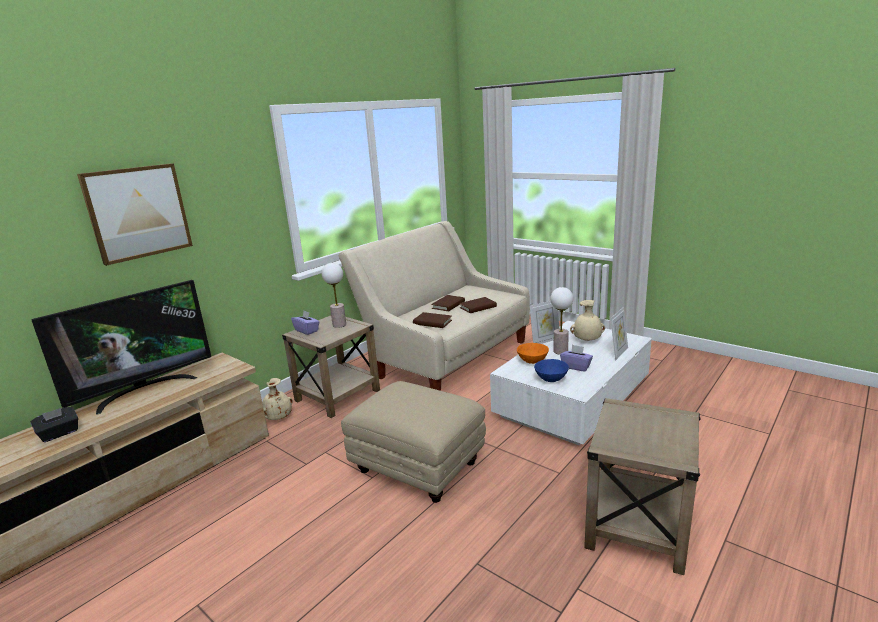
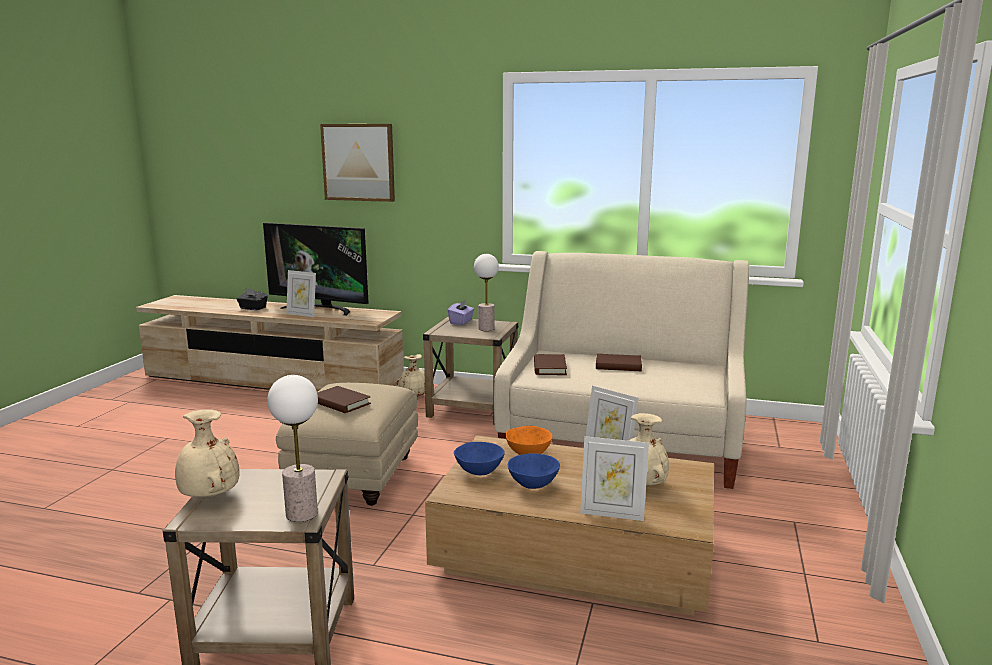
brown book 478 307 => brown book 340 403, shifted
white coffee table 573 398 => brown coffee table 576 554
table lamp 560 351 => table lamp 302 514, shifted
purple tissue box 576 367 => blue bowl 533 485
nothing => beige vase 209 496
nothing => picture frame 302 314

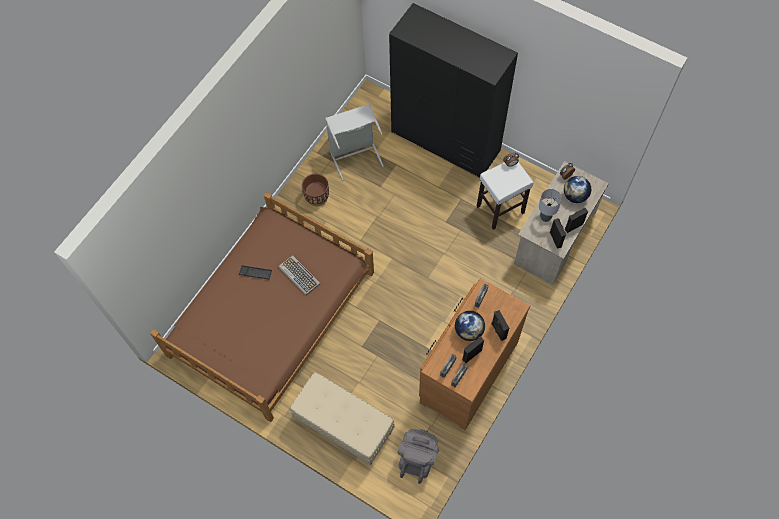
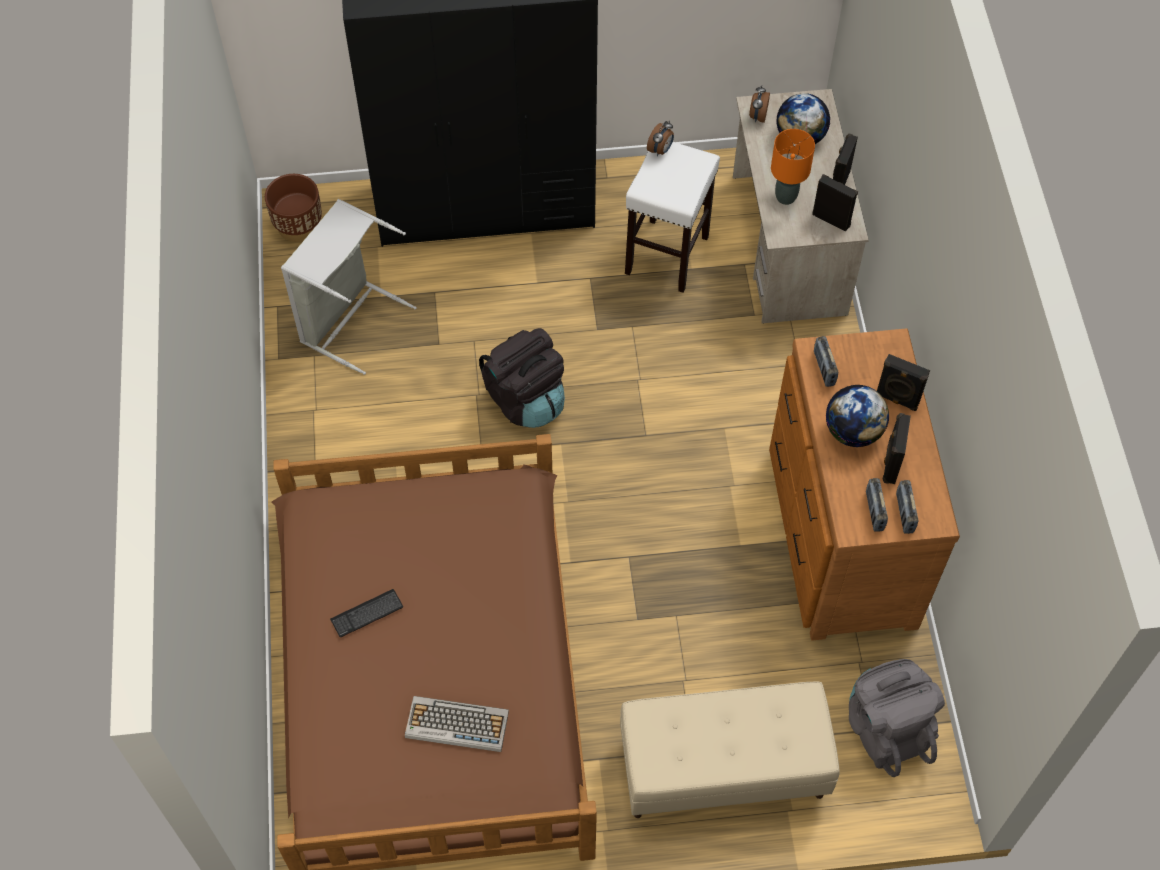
keyboard 298 275 => keyboard 456 725, shifted
brown planter 317 197 => brown planter 298 225, shifted
grey table lamp 545 217 => orange table lamp 785 197
nothing => black backpack 525 399

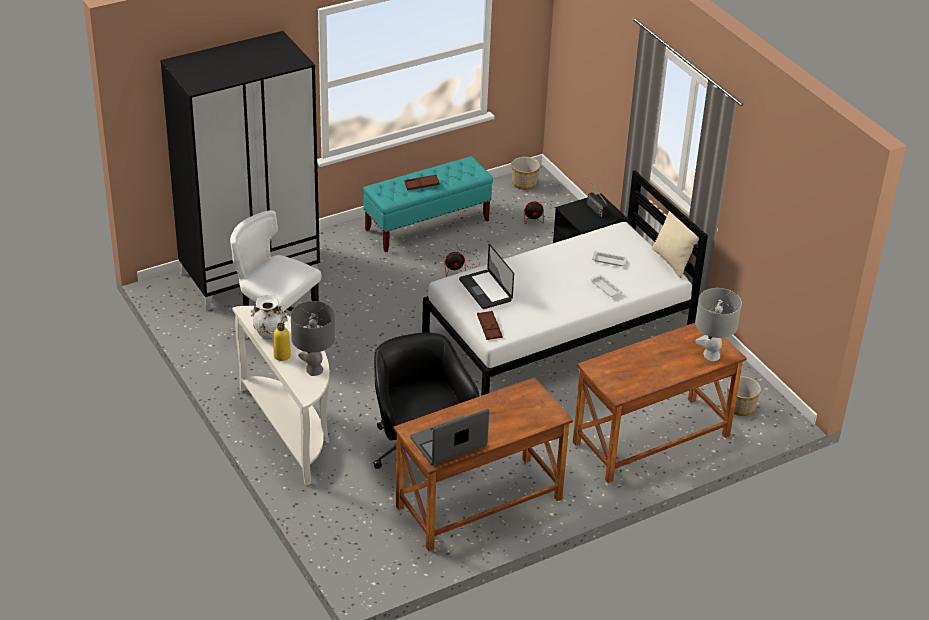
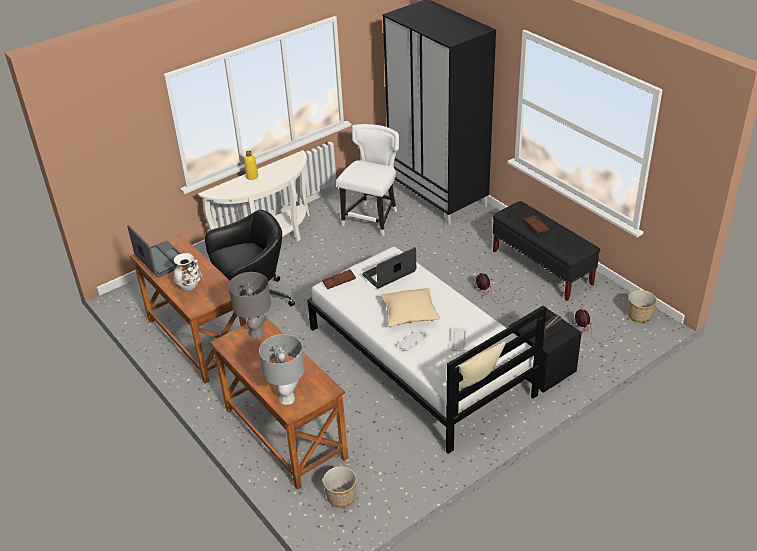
white vase 269 334 => white vase 190 286, shifted
grey table lamp 314 370 => grey table lamp 256 332, shifted
turquoise bench 427 225 => black bench 542 268
nothing => beige pillow 409 313

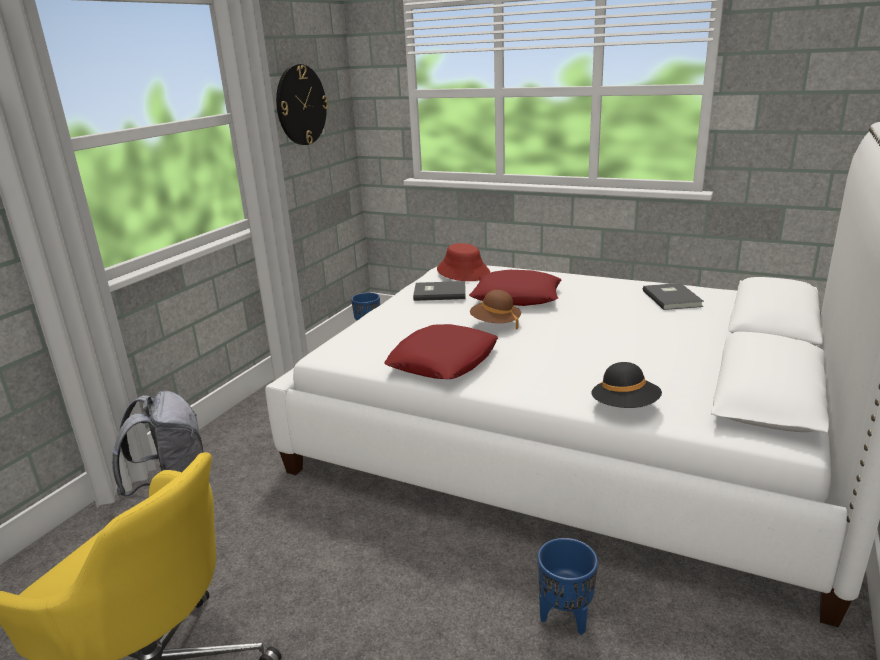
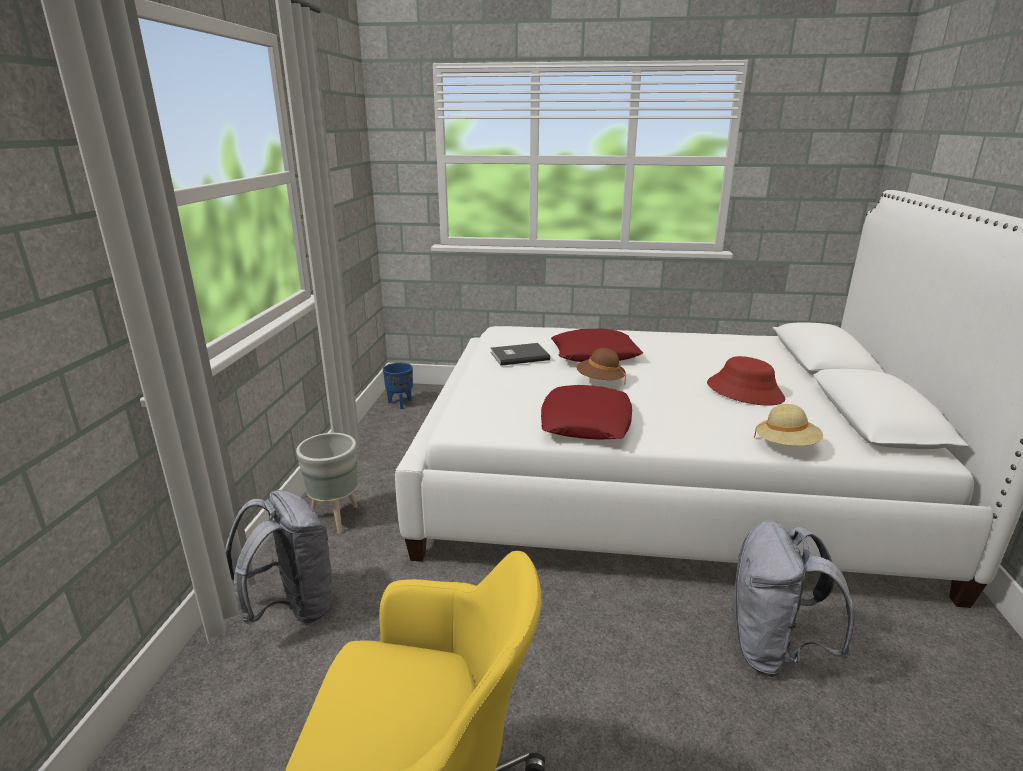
wall clock 301 105 => nothing
red hat 463 272 => red hat 745 391, shifted
blue planter 565 618 => grey backpack 773 650
black hat 625 407 => beige hat 786 445
grey book 673 298 => nothing
nothing => grey planter 336 518

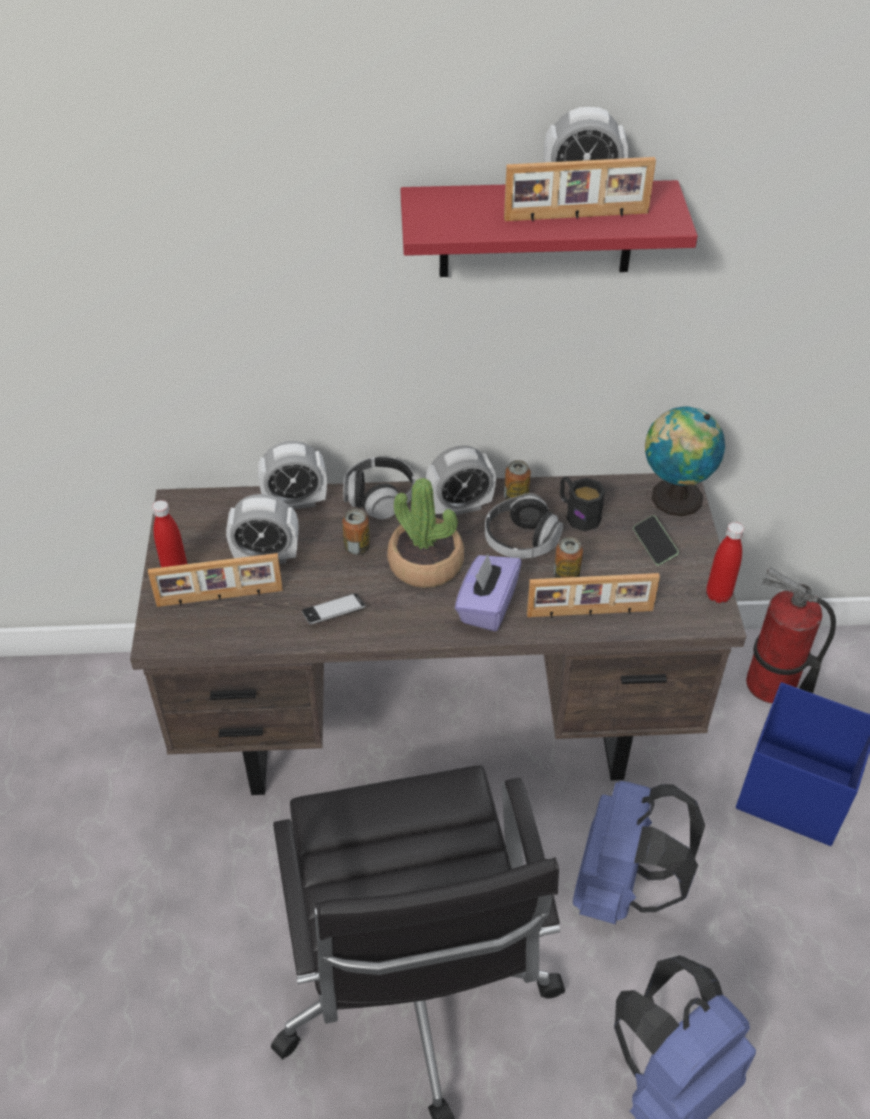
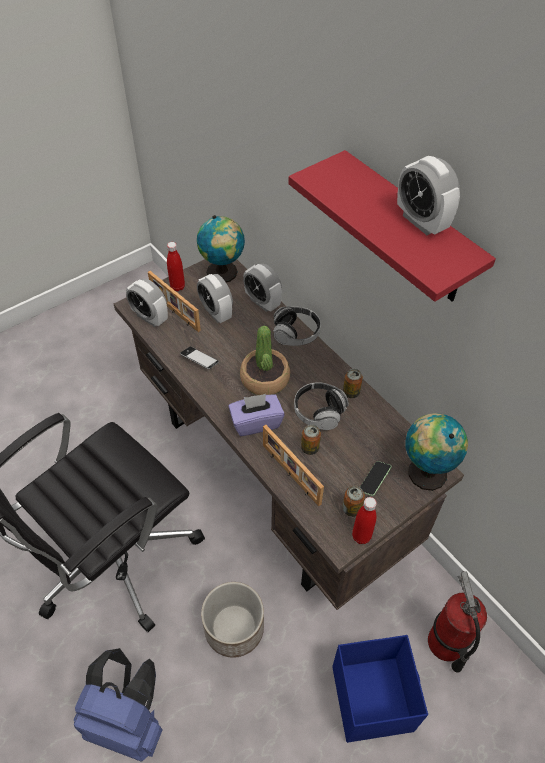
can 357 547 => can 351 509, shifted
alarm clock 460 507 => alarm clock 150 317, shifted
picture frame 576 217 => nothing
black mug 577 514 => nothing
blue backpack 622 887 => planter 234 629
nothing => globe 223 273

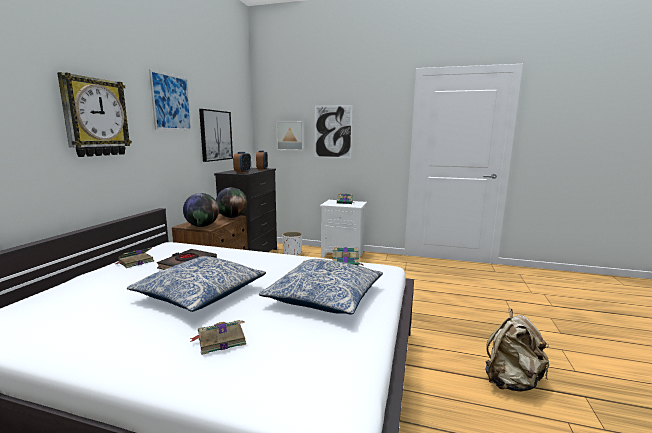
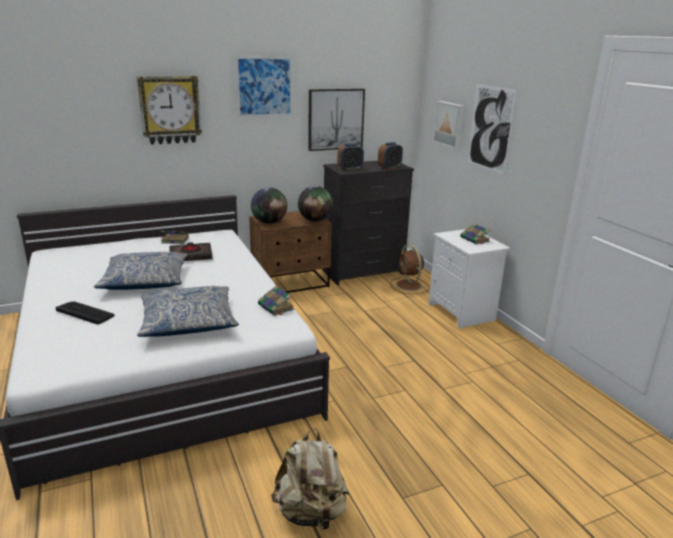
book 220 340 => keyboard 85 313
white planter 292 253 => brown fan 409 286

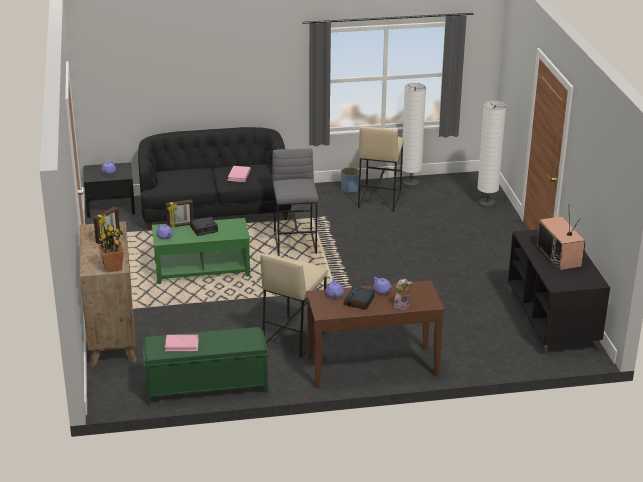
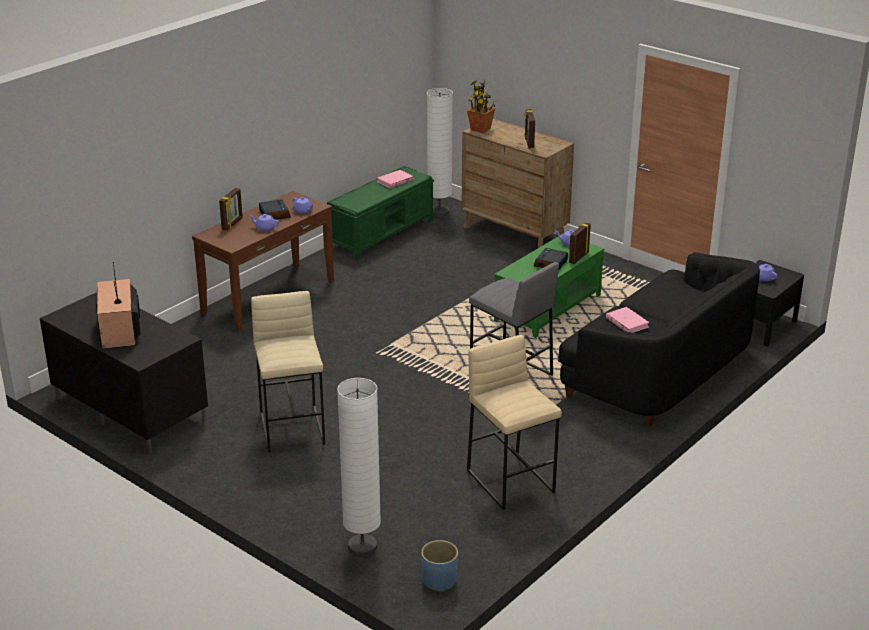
beige stool 293 337 => beige stool 293 428, shifted
blue planter 350 189 => blue planter 439 580, shifted
plush toy 401 305 => picture frame 232 224
white floor lamp 410 184 => white floor lamp 439 212, shifted
television 560 256 => television 120 330, 135 degrees counterclockwise

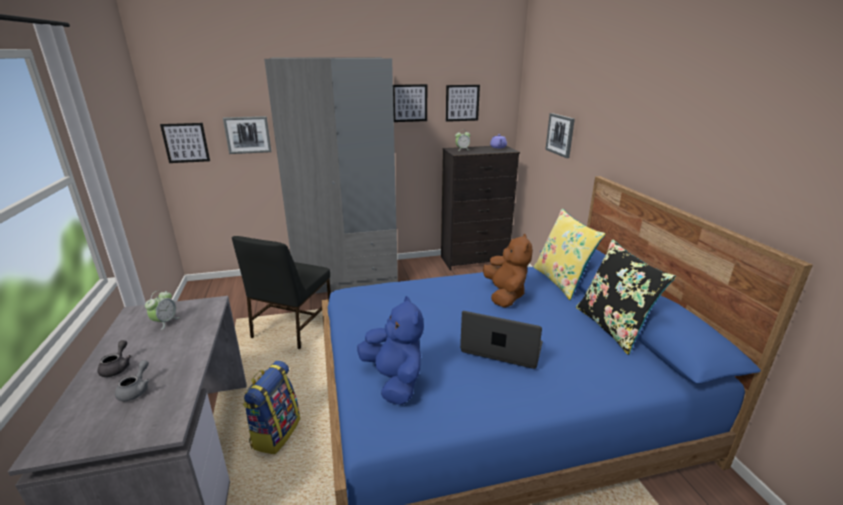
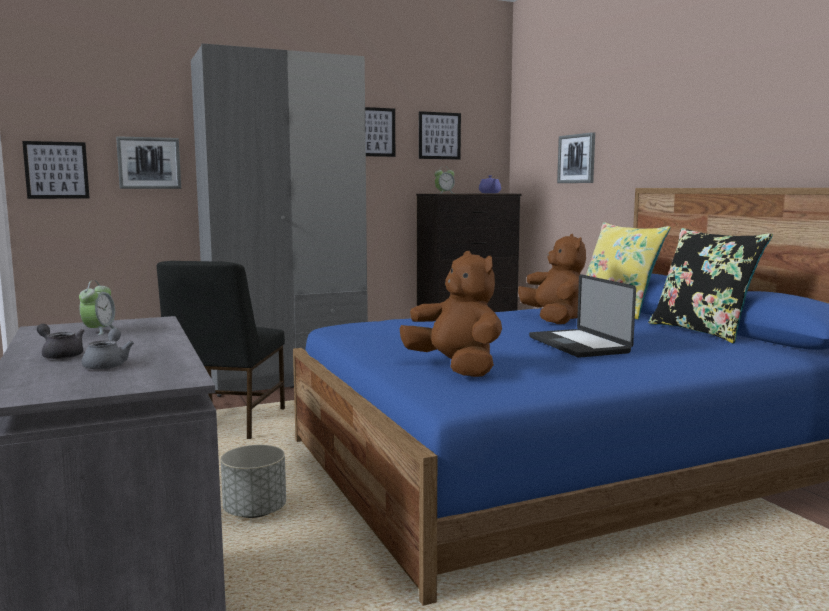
grey teapot 117 367 => grey teapot 60 355, 45 degrees counterclockwise
backpack 275 433 => grey planter 254 511
blue plush toy 394 380 => brown plush toy 456 368
laptop 501 348 => laptop 578 345, 120 degrees counterclockwise

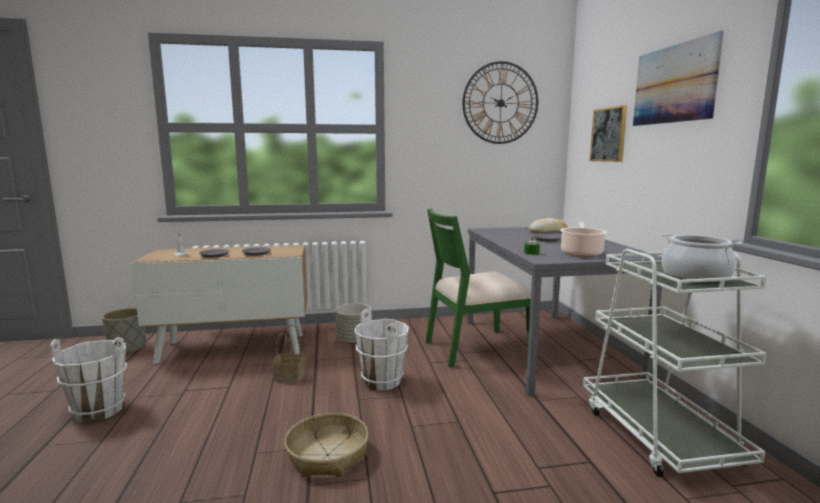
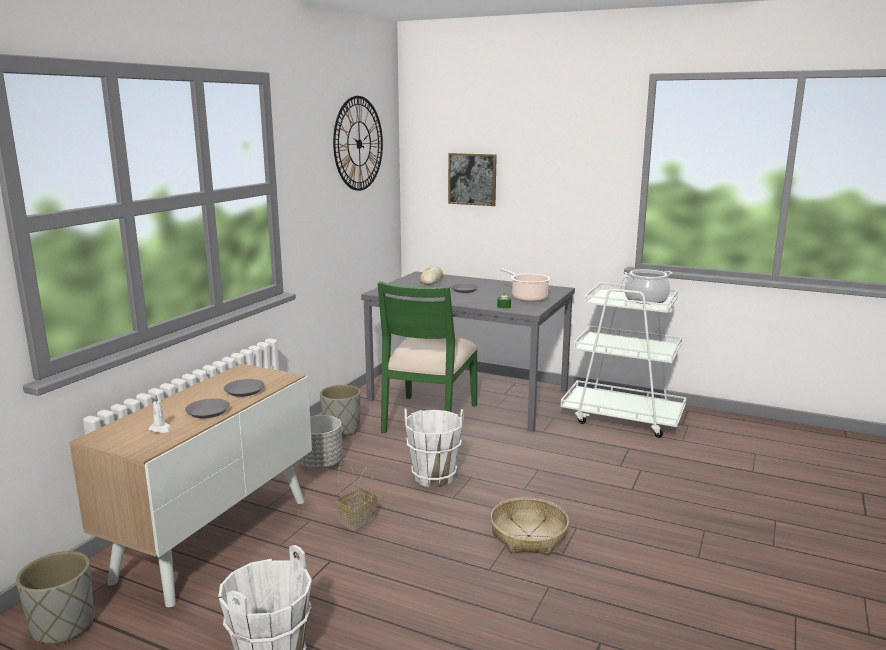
picture 673 84 => nothing
nothing => grey planter 342 429

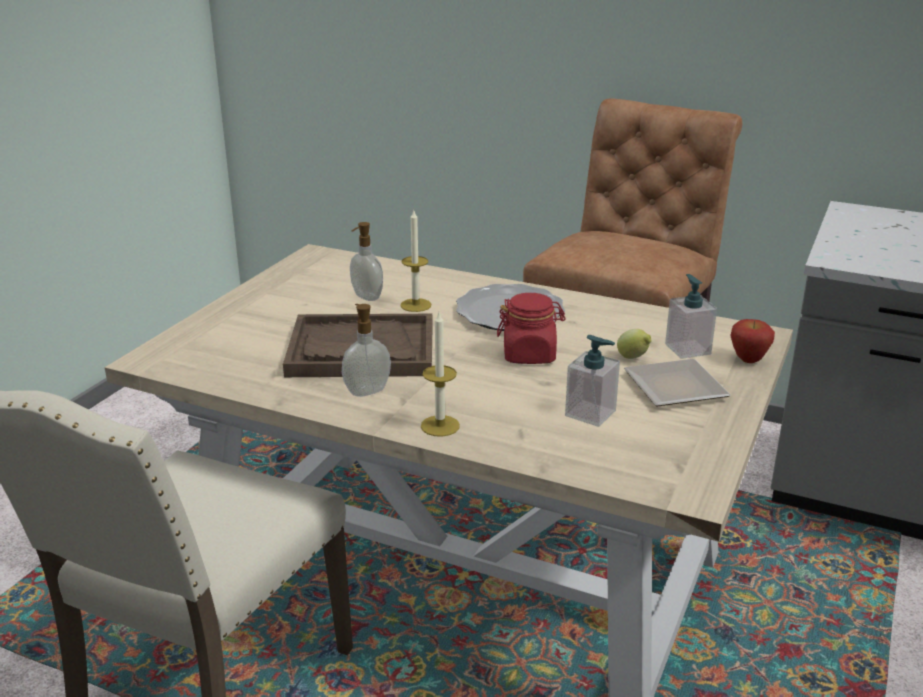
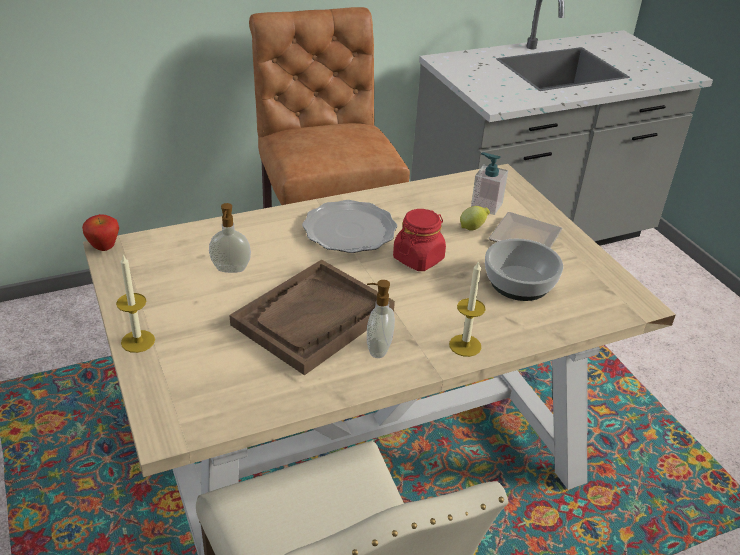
candle 416 305 => candle 138 341, shifted
soap dispenser 590 413 => bowl 518 282
apple 748 361 => apple 104 248, shifted

